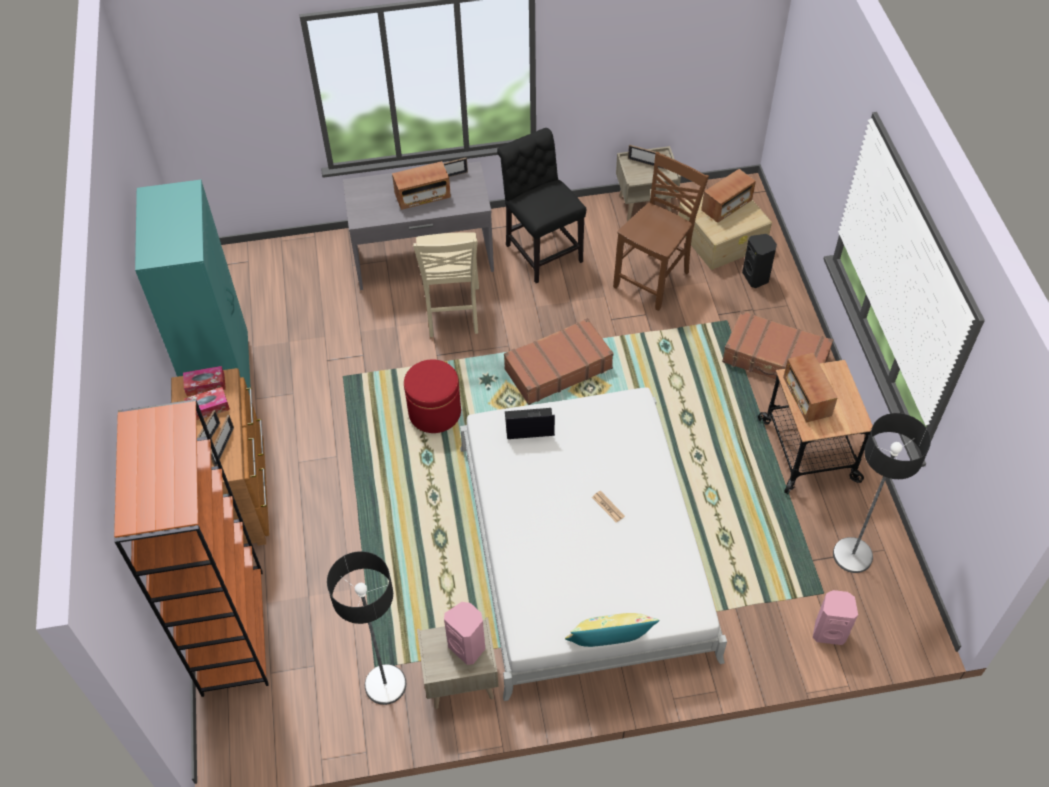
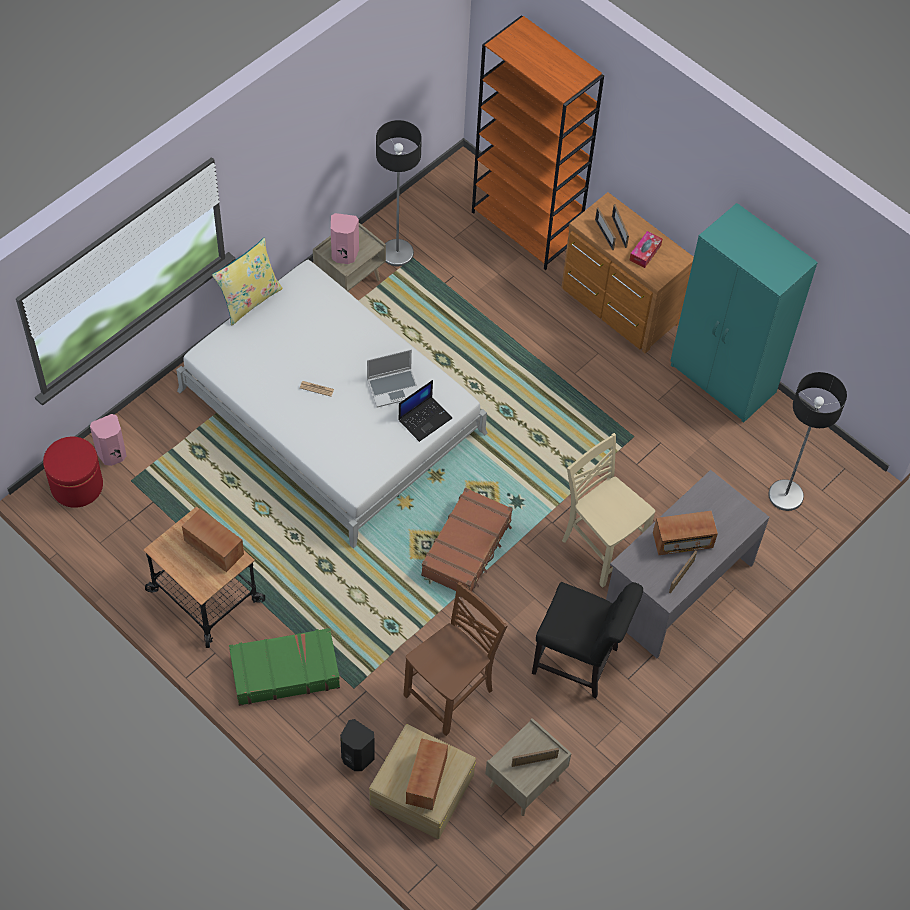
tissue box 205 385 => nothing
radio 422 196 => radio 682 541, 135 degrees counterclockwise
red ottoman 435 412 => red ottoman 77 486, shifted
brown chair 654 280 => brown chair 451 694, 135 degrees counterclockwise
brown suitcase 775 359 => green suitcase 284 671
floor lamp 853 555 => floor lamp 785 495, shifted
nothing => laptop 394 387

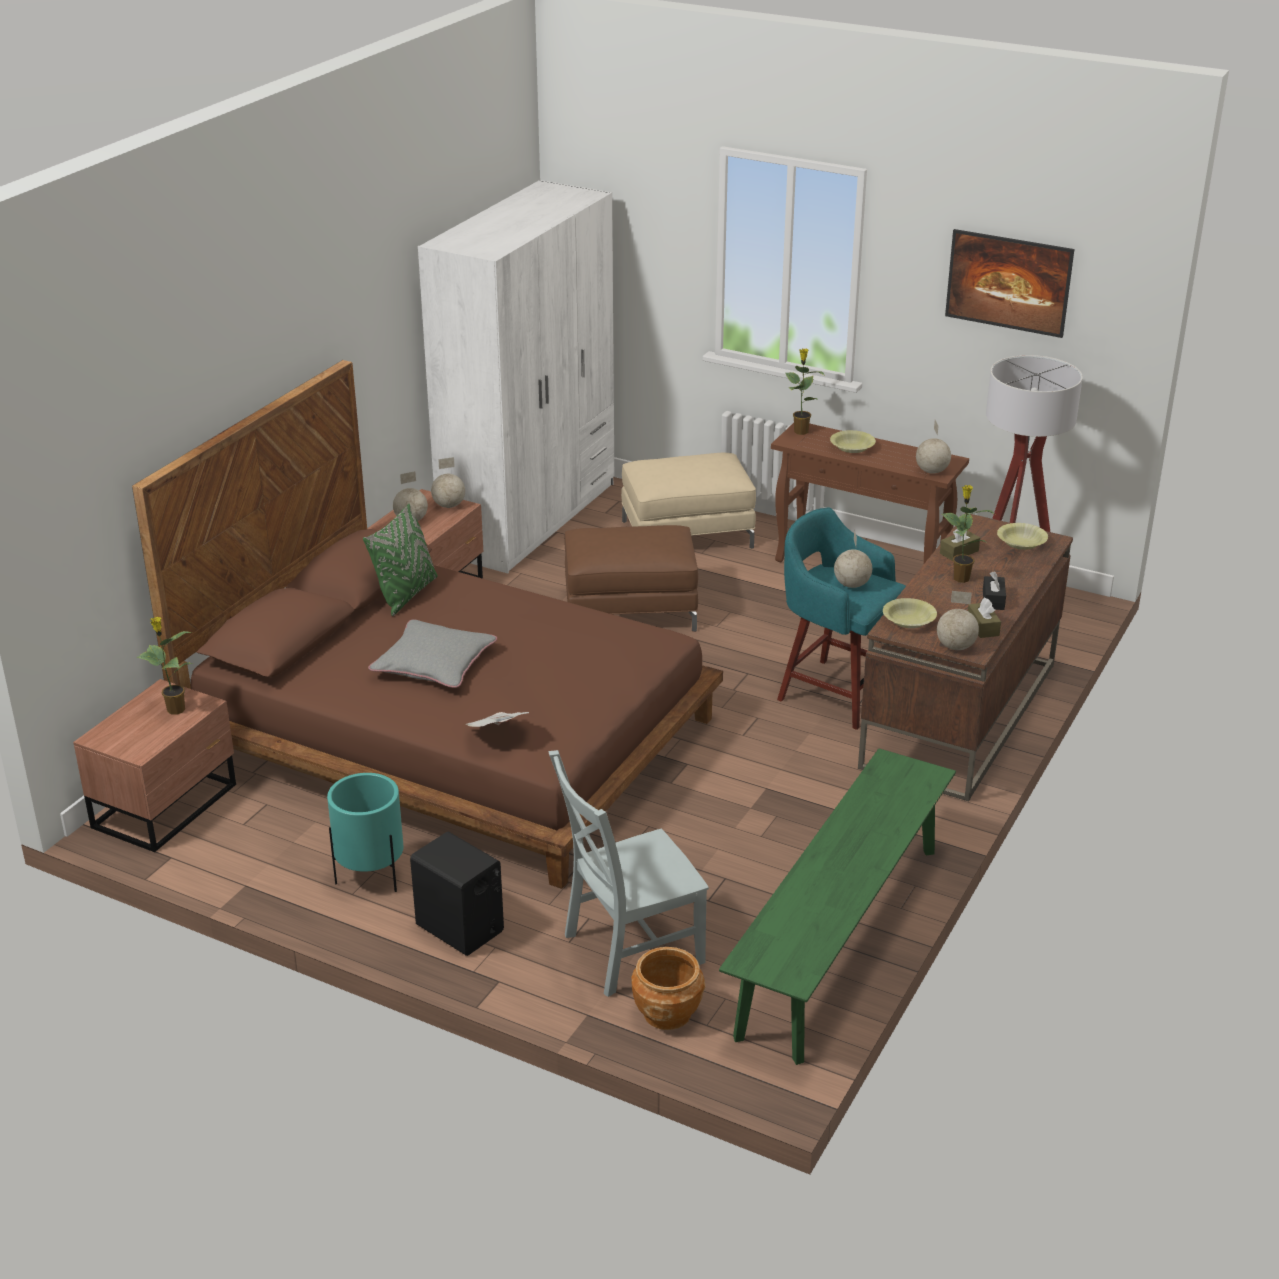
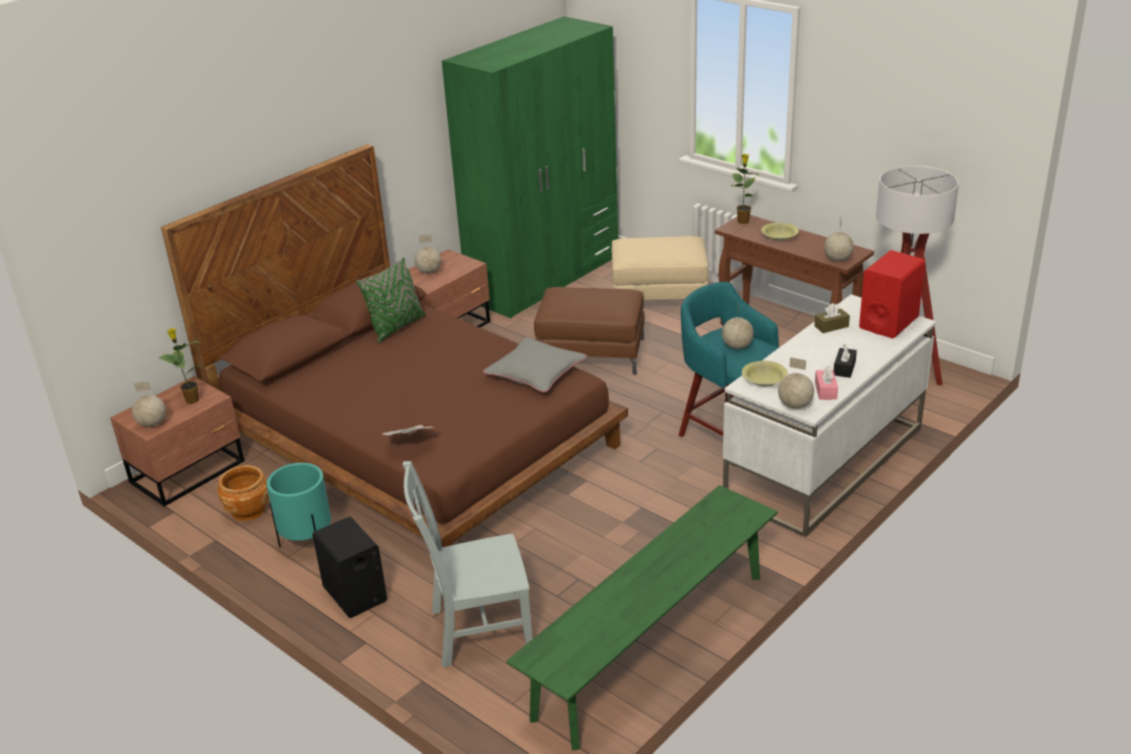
grey pillow 434 663 => grey pillow 536 372, shifted
white wardrobe 530 518 => green wardrobe 545 278
globe 449 506 => globe 153 424, shifted
brown planter 667 1013 => brown planter 248 511, shifted
brown desk 959 716 => white desk 824 463
potted plant 960 578 => nothing
picture 1006 304 => nothing
brown tissue box 983 627 => pink tissue box 825 390
yellow bowl 1021 543 => red speaker 888 322

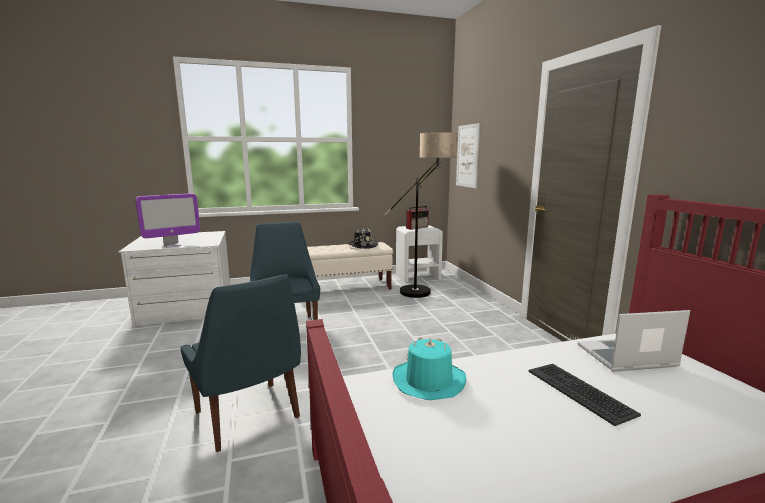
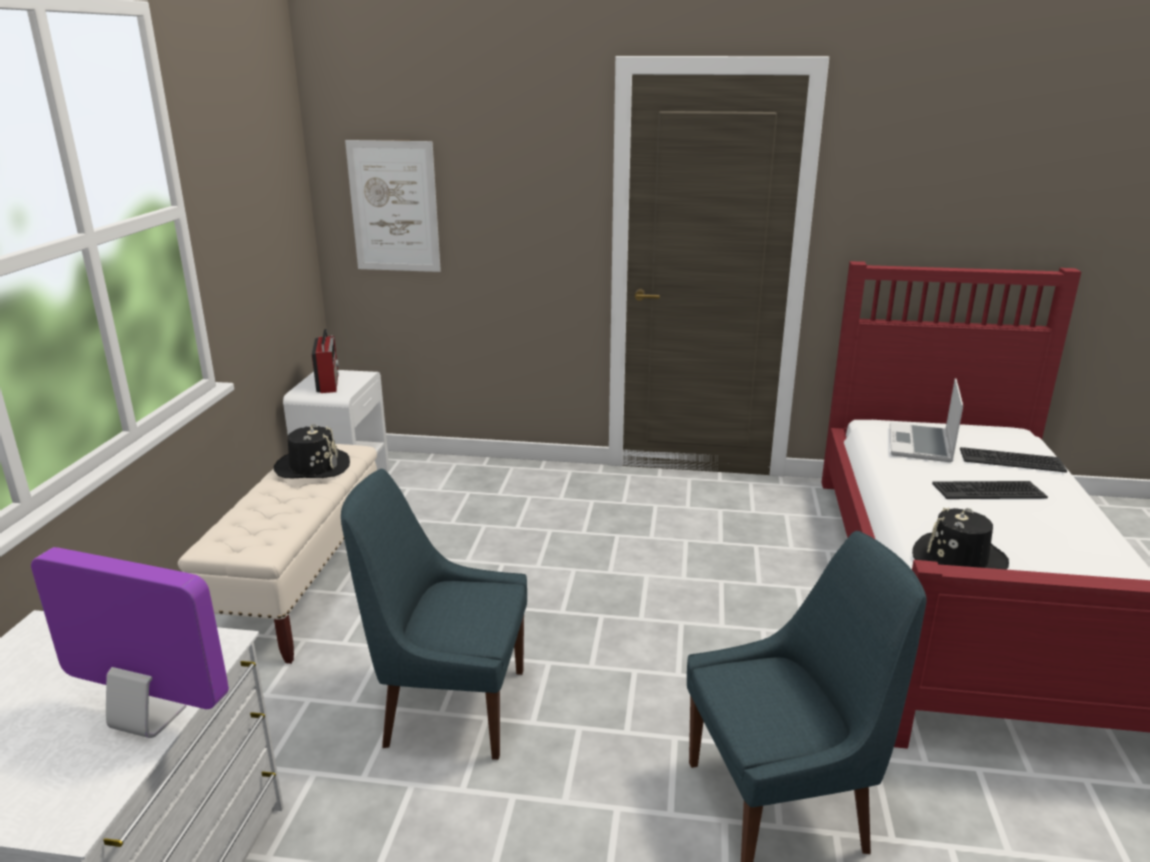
monitor 172 245 => monitor 148 719, 60 degrees counterclockwise
floor lamp 425 290 => nothing
turquoise hat 428 381 => black hat 958 559
nothing => keyboard 1011 460

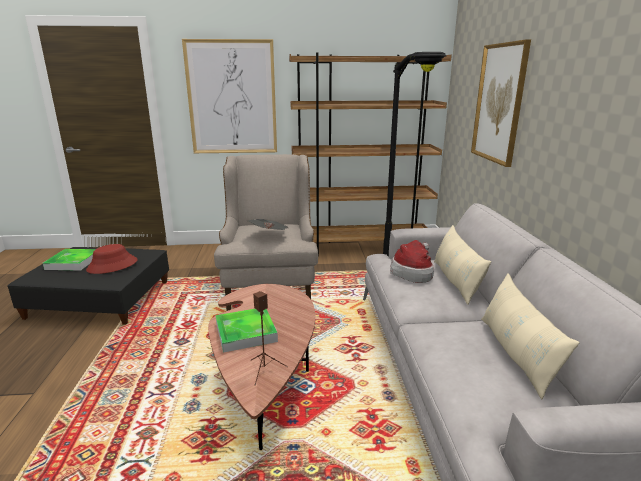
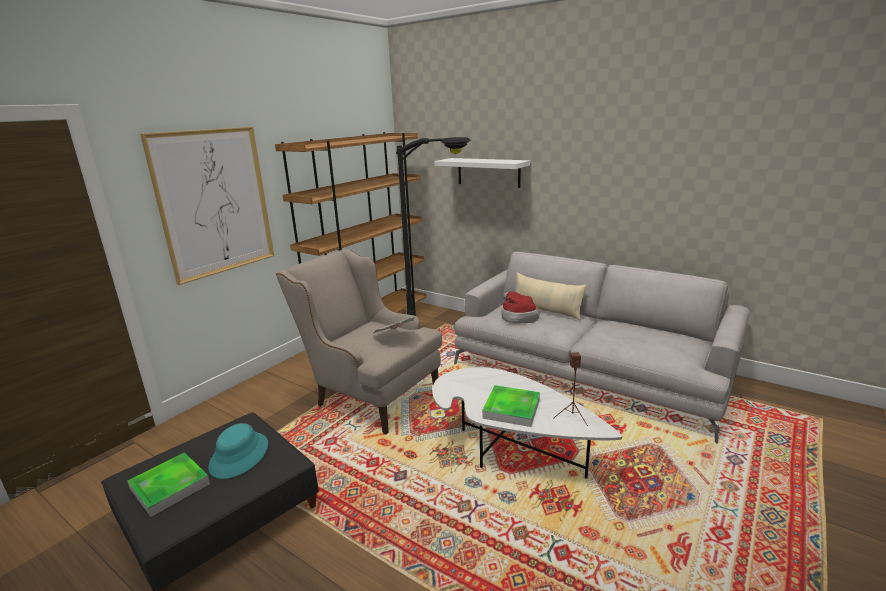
red hat 112 265 => turquoise hat 239 456
brown coffee table 266 380 => white coffee table 510 448
picture 499 103 => white shelf 488 172
beige pillow 516 354 => nothing

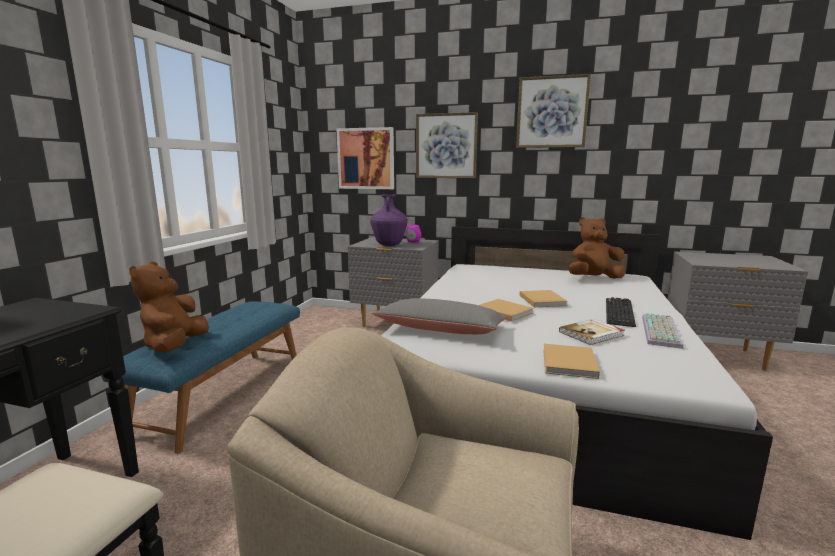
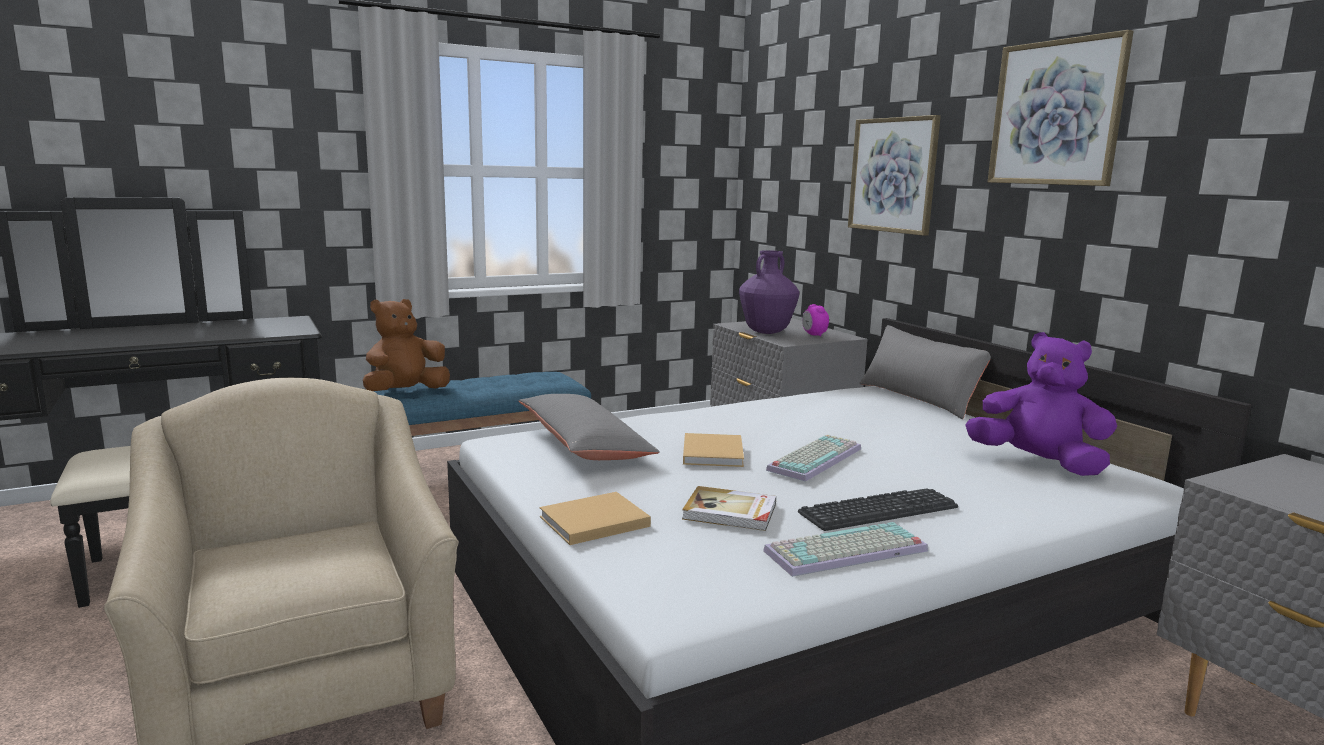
picture 366 158 => nothing
beige book 541 300 => keyboard 814 458
brown plush toy 593 278 => purple plush toy 1038 463
nothing => grey pillow 919 398

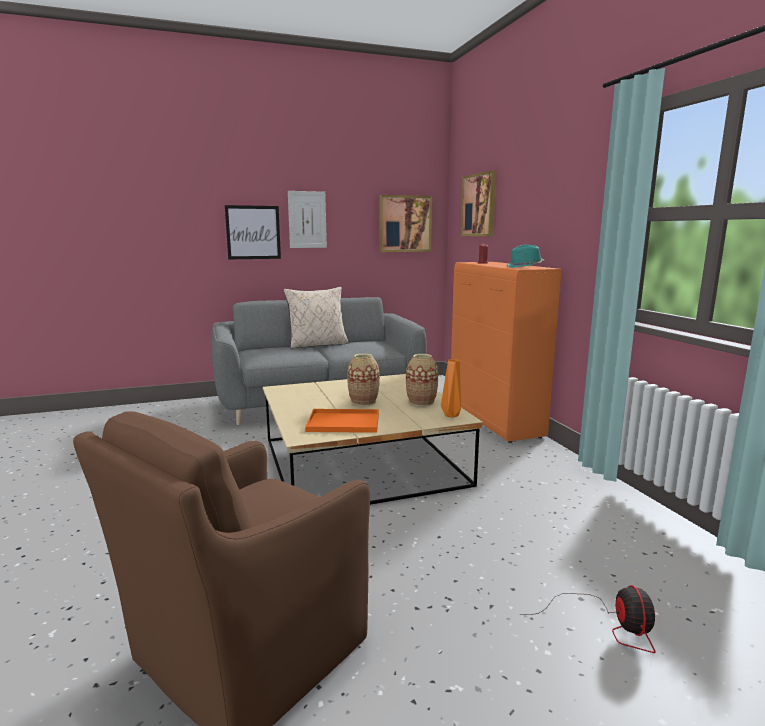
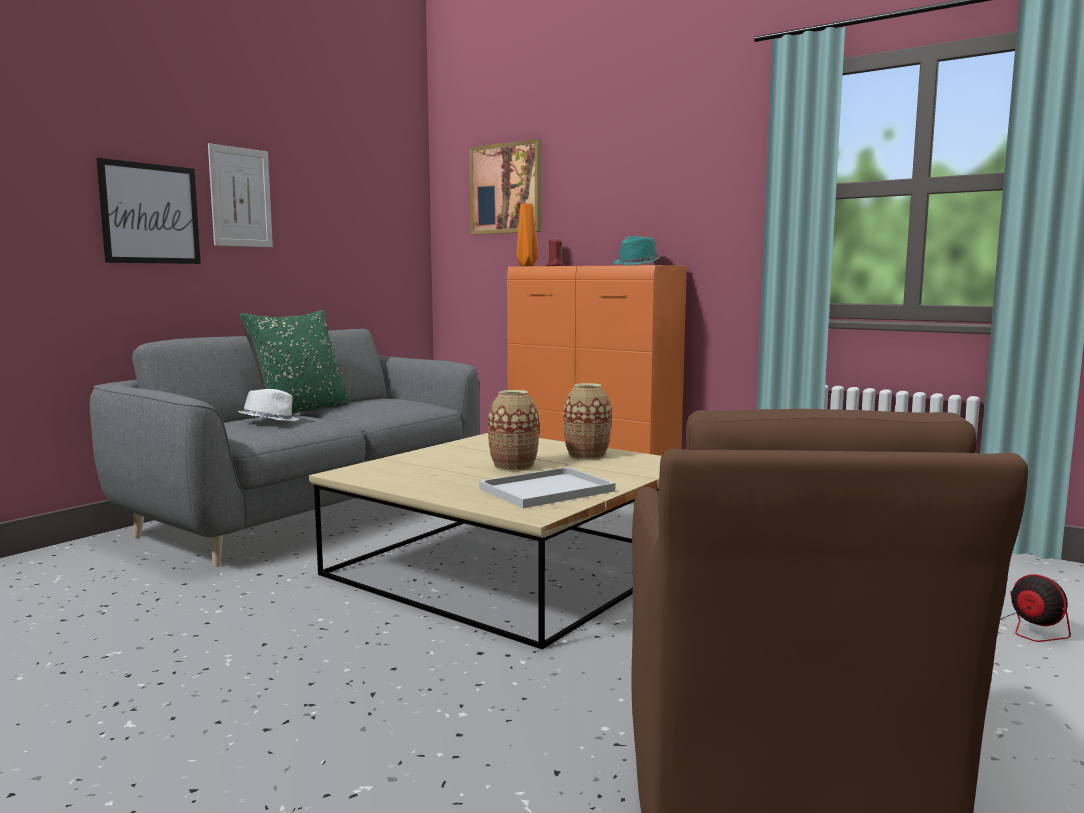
beige pillow 317 345 => green pillow 301 410
orange tray 342 422 => white tray 545 490
picture 405 224 => nothing
orange vase 452 415 => orange vase 527 266, shifted
nothing => white hat 269 422

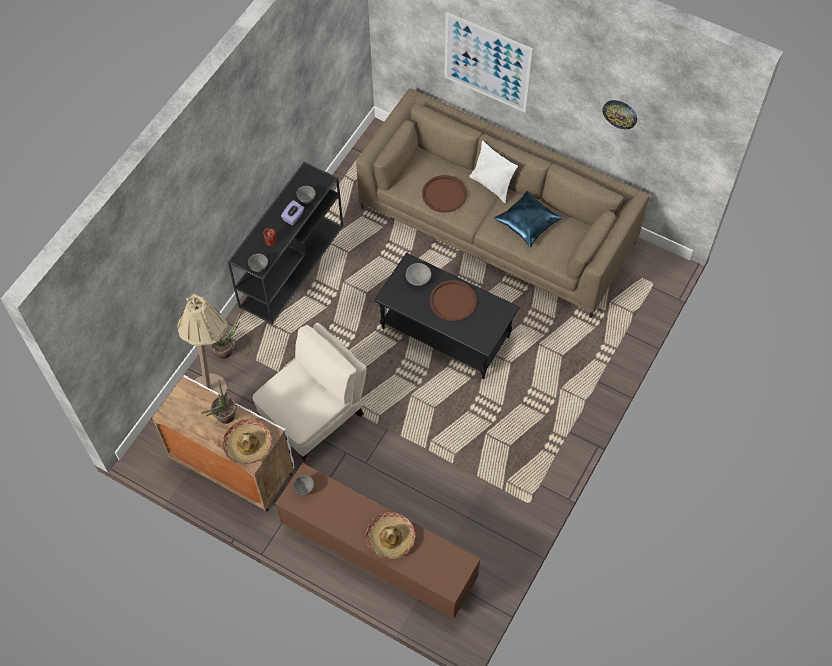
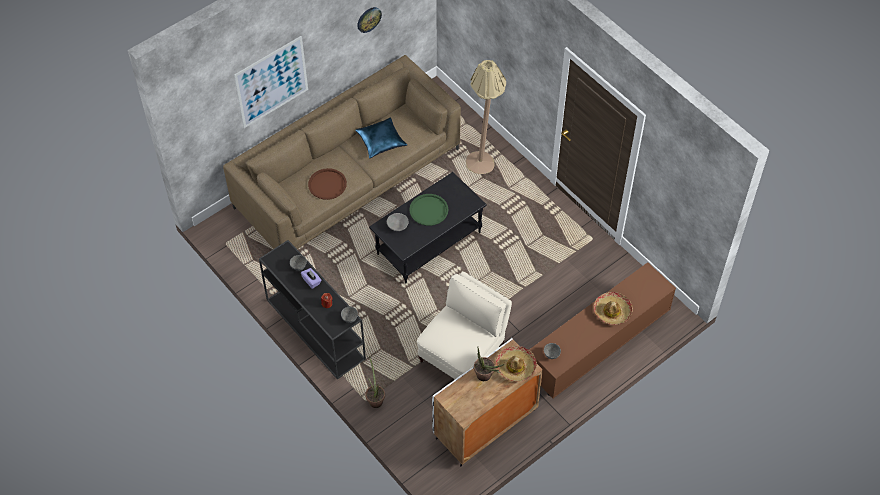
beige floor lamp 217 393 => beige floor lamp 484 158, shifted
beige armchair 314 415 => beige armchair 463 353, 60 degrees clockwise
brown tray 453 301 => green tray 429 210
white pillow 493 185 => nothing

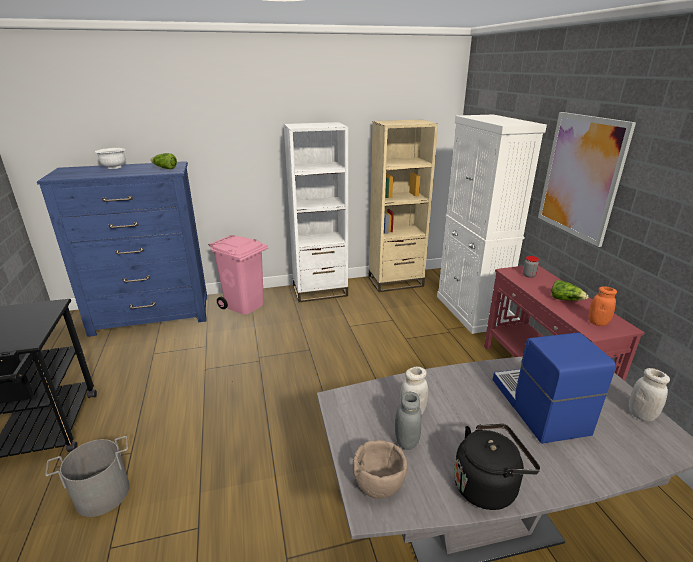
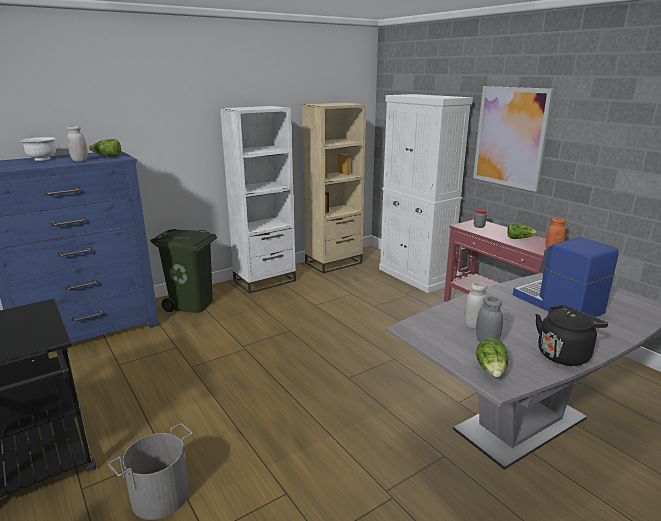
pink trash can 244 305 => green trash can 191 304
brown bowl 379 484 => lettuce 491 370
white jar 641 415 => white jar 80 160, shifted

